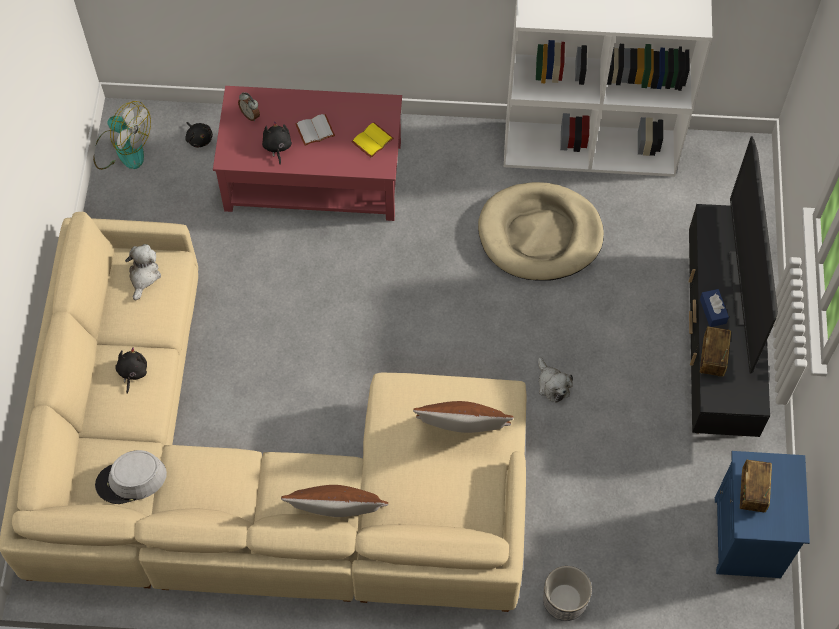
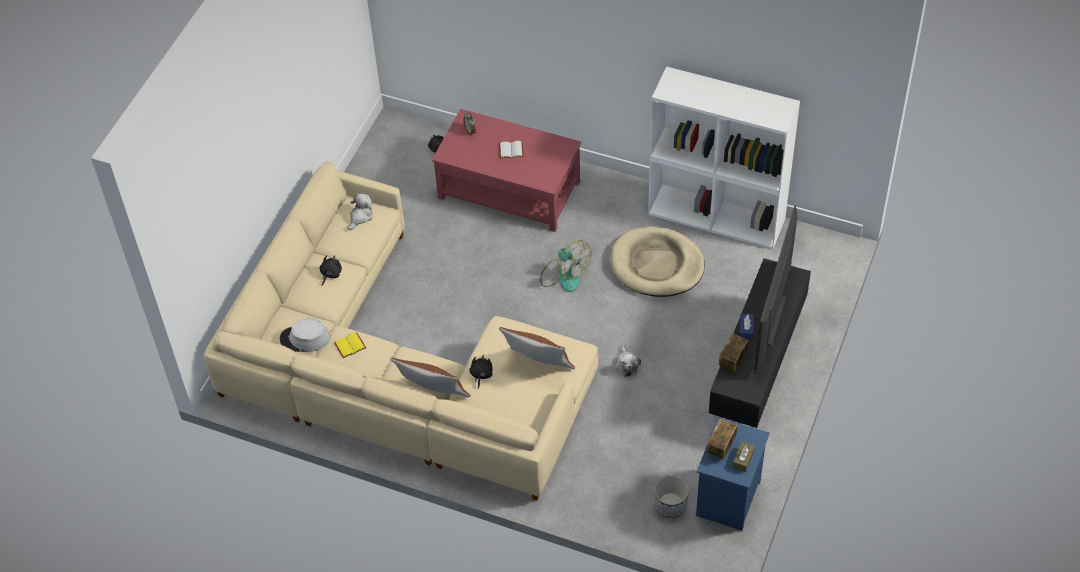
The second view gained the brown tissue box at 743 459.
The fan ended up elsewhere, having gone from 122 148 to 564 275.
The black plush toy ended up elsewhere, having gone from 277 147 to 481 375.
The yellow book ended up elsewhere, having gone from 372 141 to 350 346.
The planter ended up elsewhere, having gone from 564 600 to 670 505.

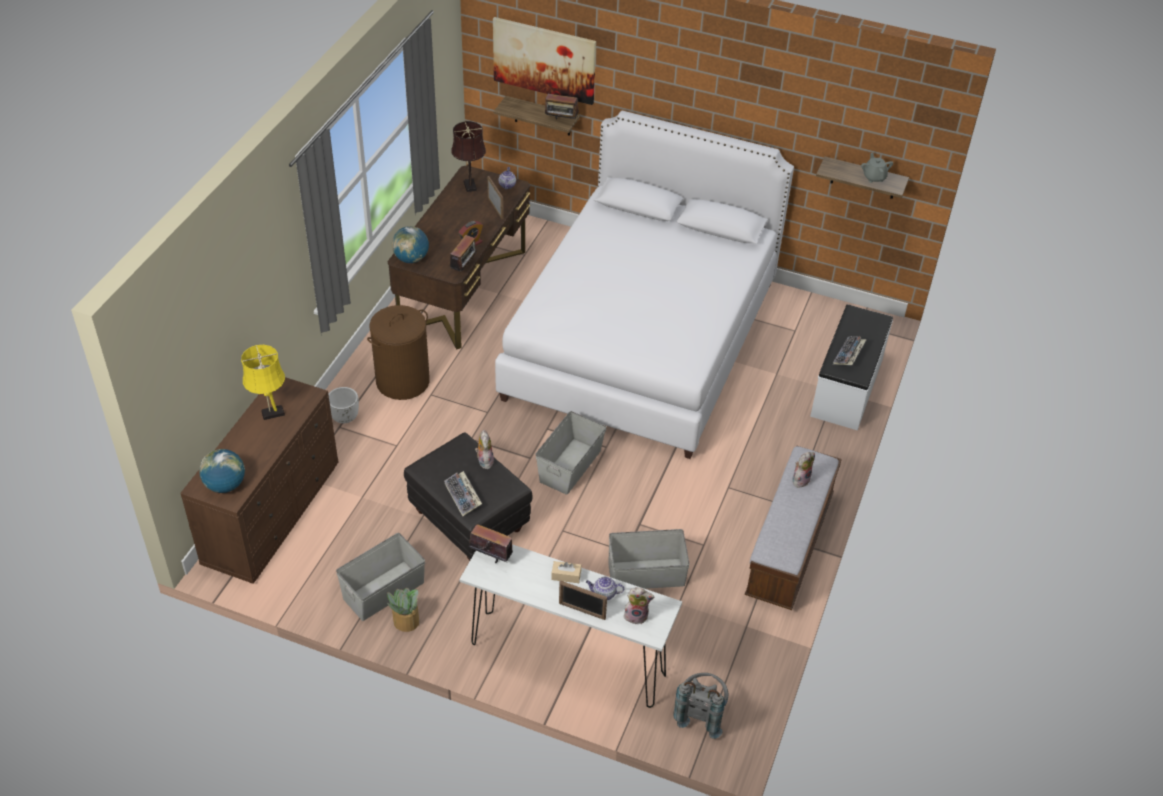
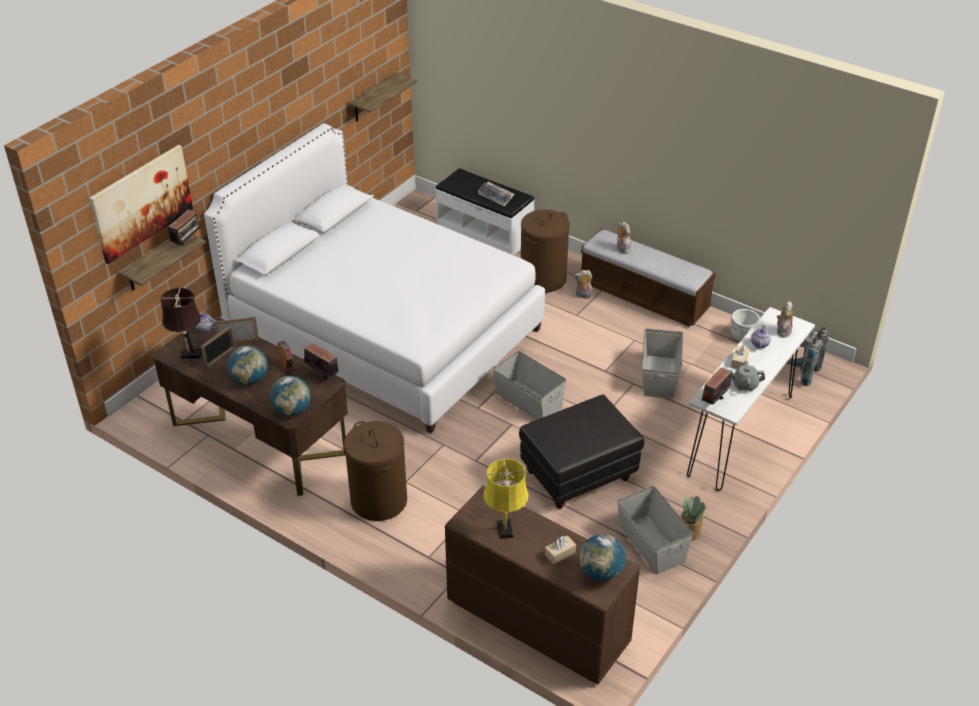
The second view lost the keyboard at 463 496.
The second view gained the globe at 250 379.
The second view gained the brown laundry basket at 543 279.
The second view gained the beige tissue box at 560 553.
The white planter ended up elsewhere, having gone from 344 417 to 742 337.
The plush toy ended up elsewhere, having gone from 484 461 to 583 296.
The picture frame ended up elsewhere, having gone from 582 611 to 220 358.
The grey teapot ended up elsewhere, having gone from 874 177 to 744 385.

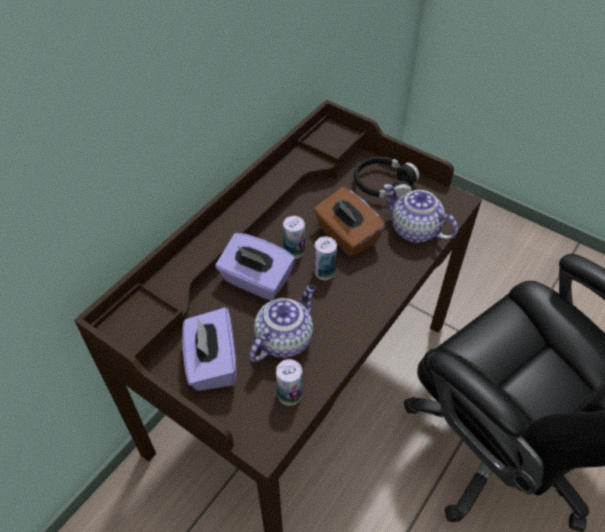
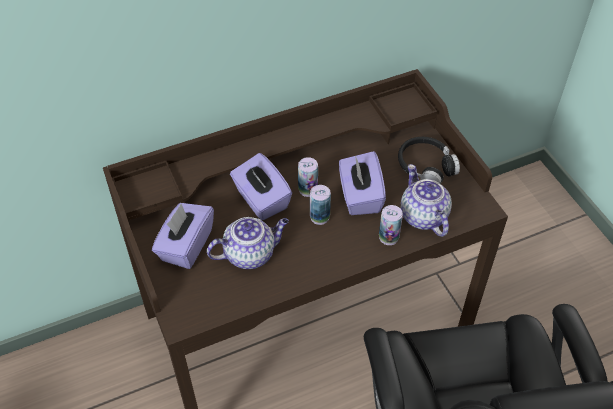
The can ended up elsewhere, having gone from 289 394 to 388 237.
What was the brown tissue box at 346 236 turned into the purple tissue box at 360 196.

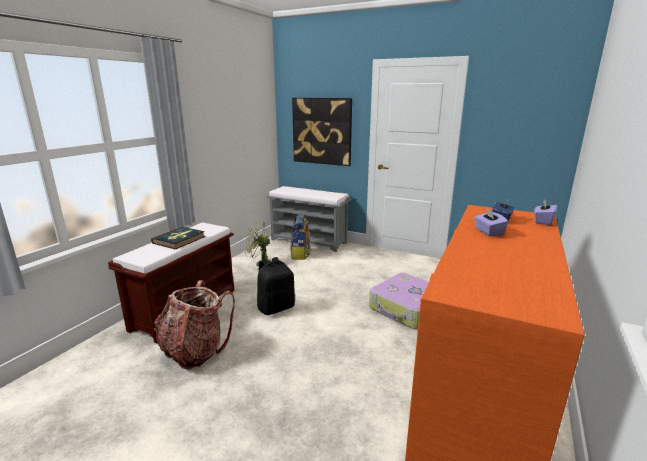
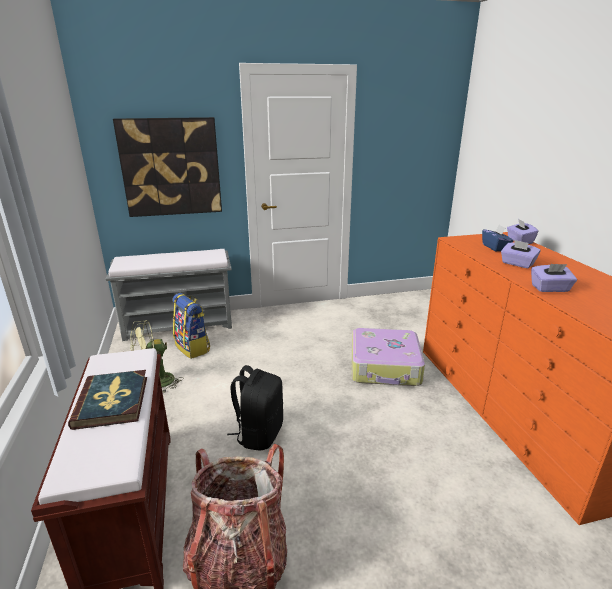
The second view gained the purple tissue box at 550 289.

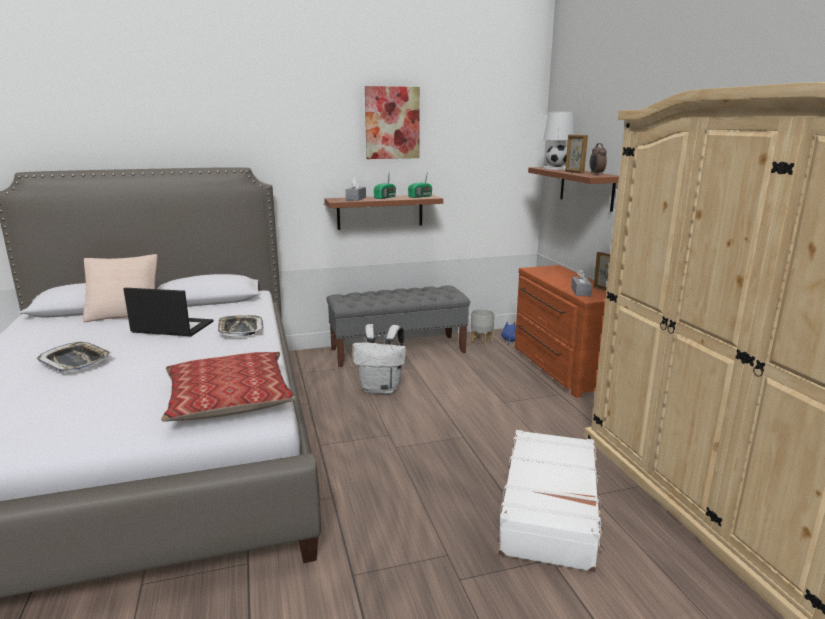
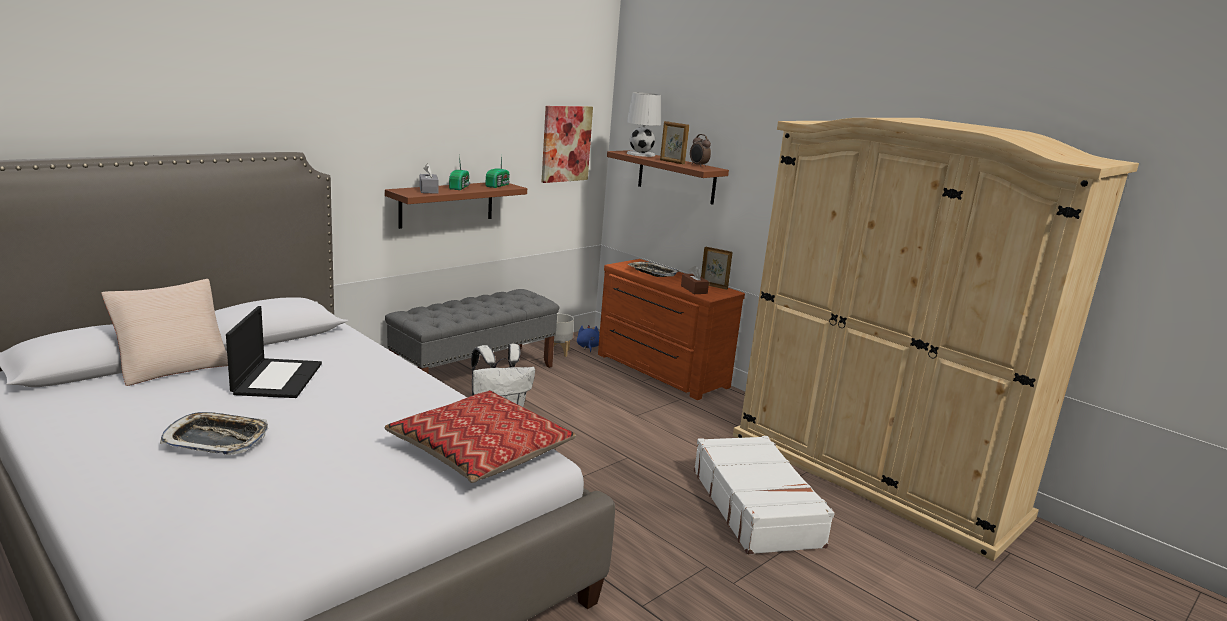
The tray ended up elsewhere, having gone from 240 330 to 652 273.
The picture ended up elsewhere, having gone from 392 123 to 566 143.
What was the grey tissue box at 580 292 turned into the brown tissue box at 694 289.
The laptop at 171 327 ended up facing another way, 105 degrees clockwise from before.

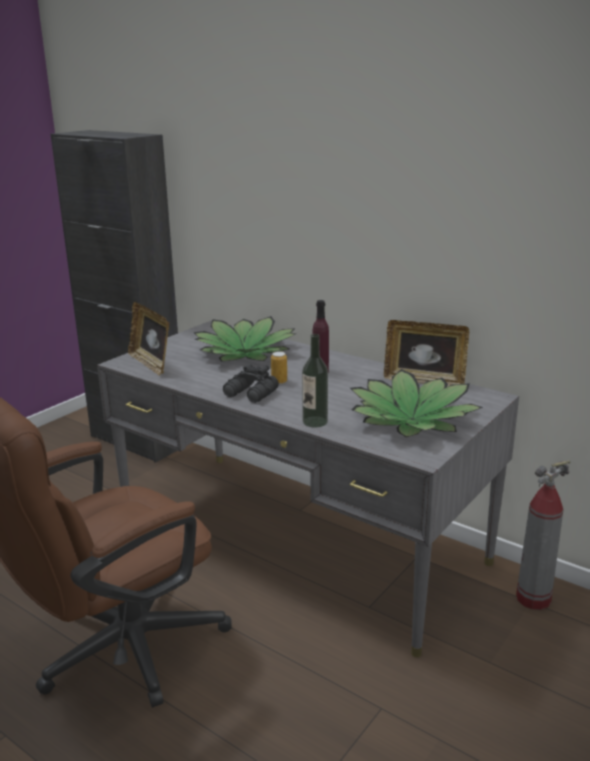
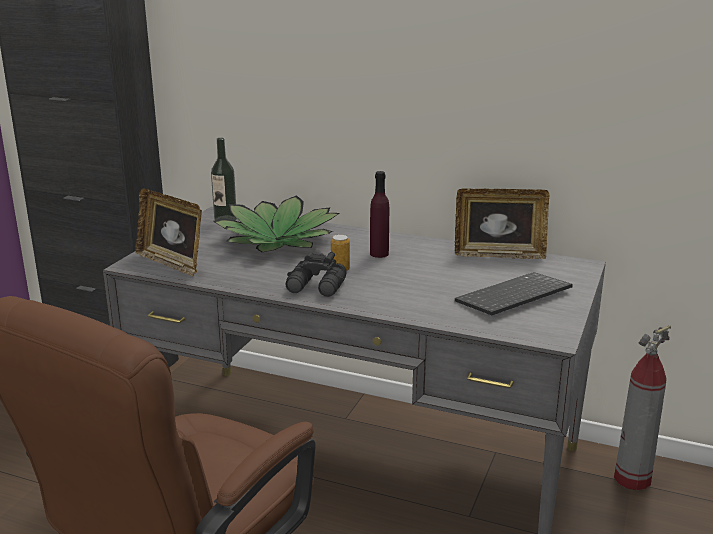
The bottle ended up elsewhere, having gone from 315 422 to 225 219.
Where the potted plant stood at 412 419, the keyboard came to stand at 514 297.

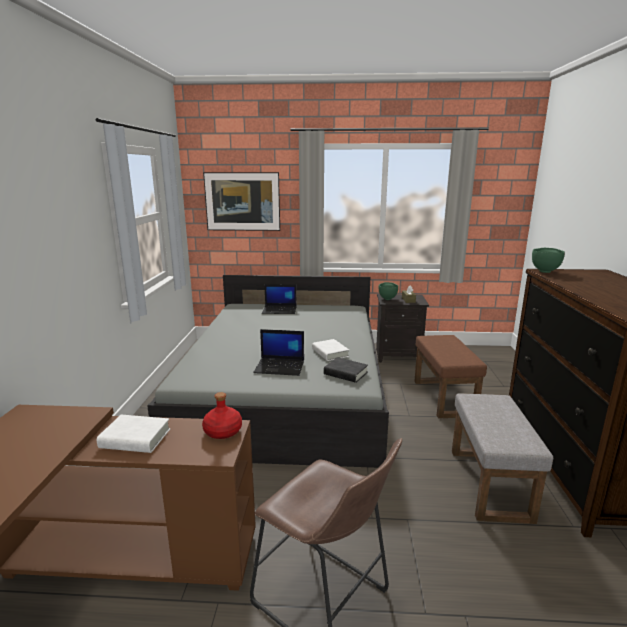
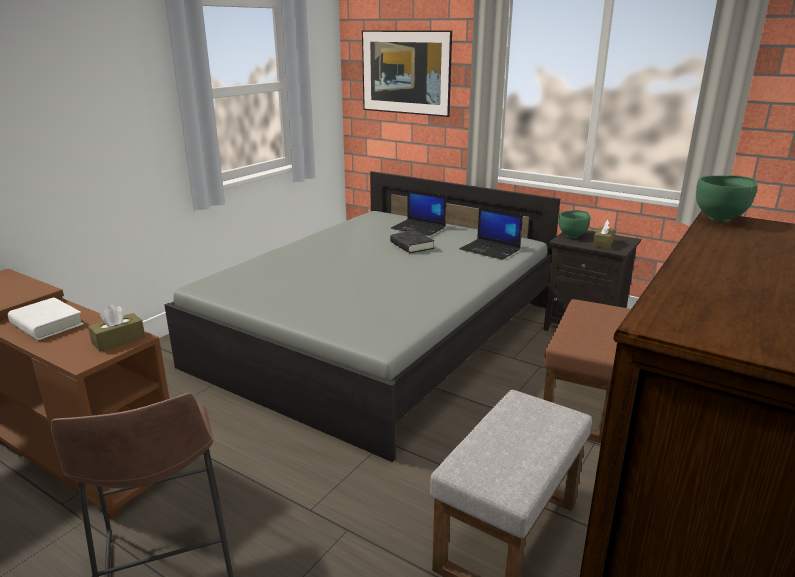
The second view lost the white book at 330 353.
The laptop ended up elsewhere, having gone from 280 367 to 491 250.
The black book ended up elsewhere, having gone from 345 373 to 411 245.
Where the red bottle stood at 223 431, the brown tissue box came to stand at 118 340.

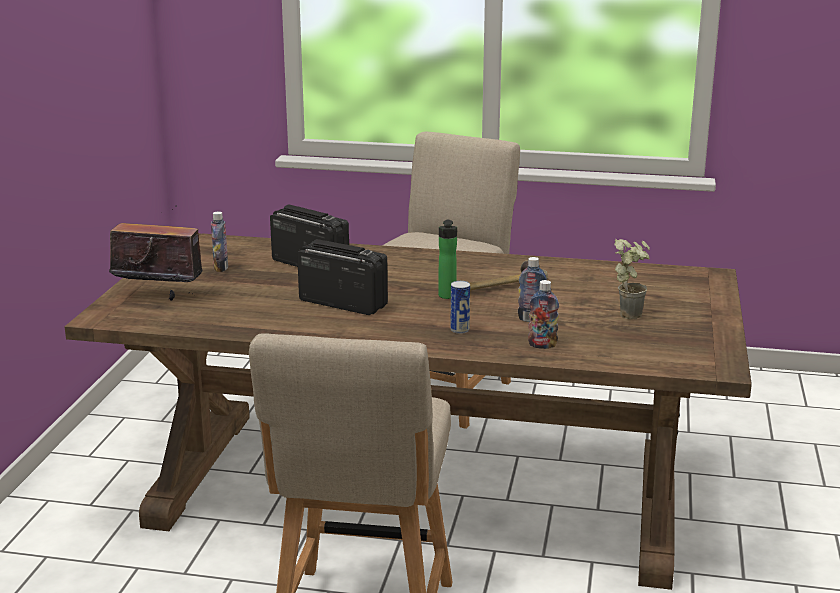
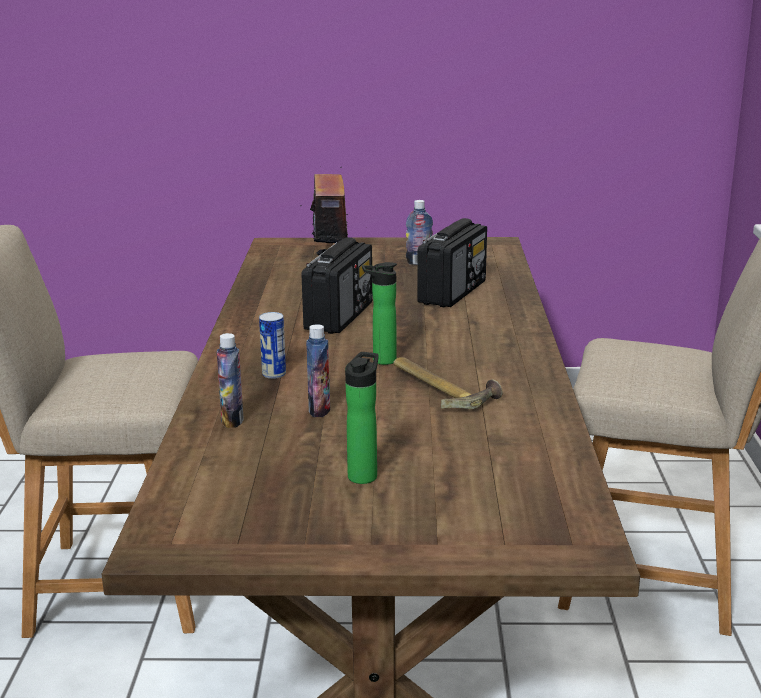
Where the potted plant stood at 630 313, the bottle came to stand at 364 475.

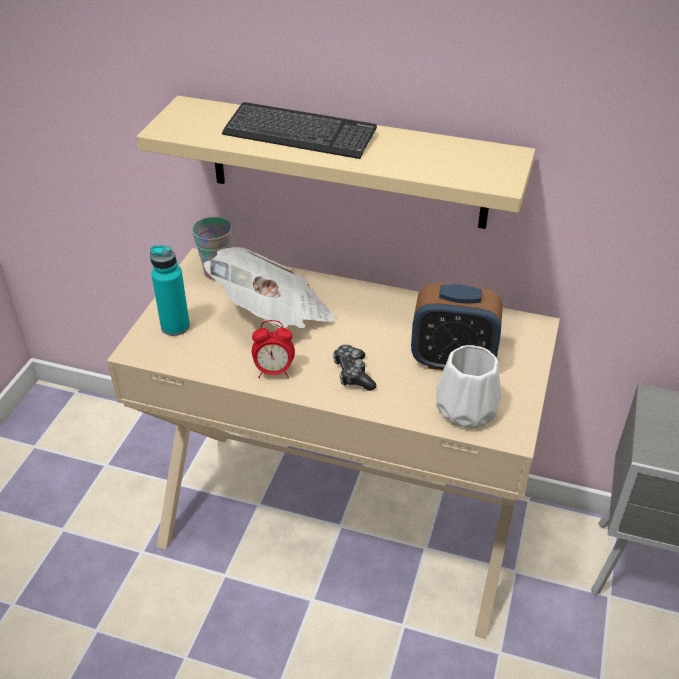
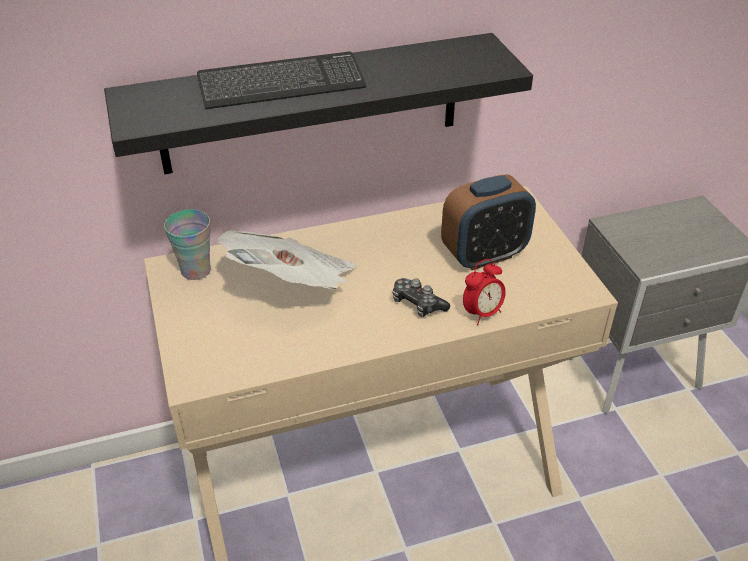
The second view lost the turquoise bottle at 175 327.
The second view lost the white vase at 468 411.
The alarm clock ended up elsewhere, having gone from 274 371 to 482 313.
What was the beige shelf at 347 163 turned into the black shelf at 311 104.

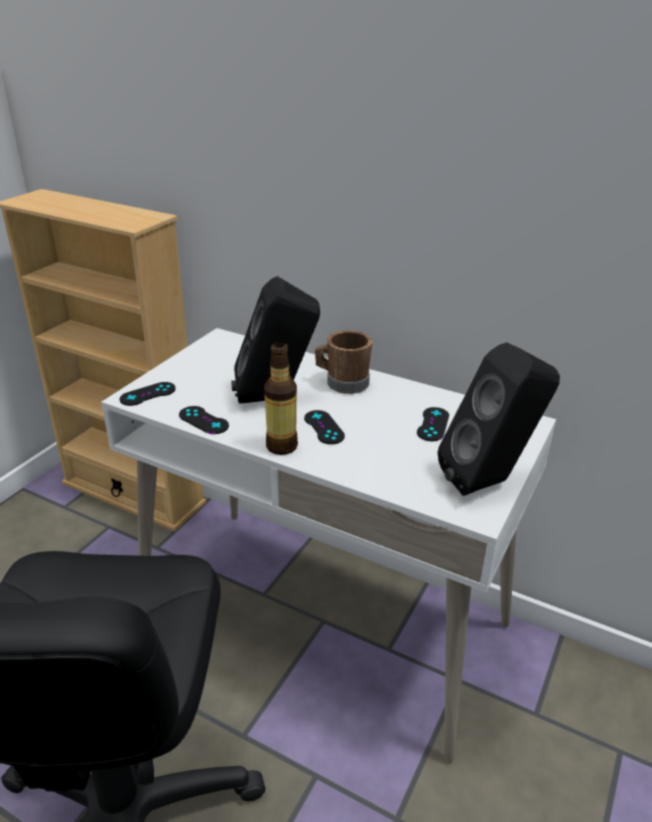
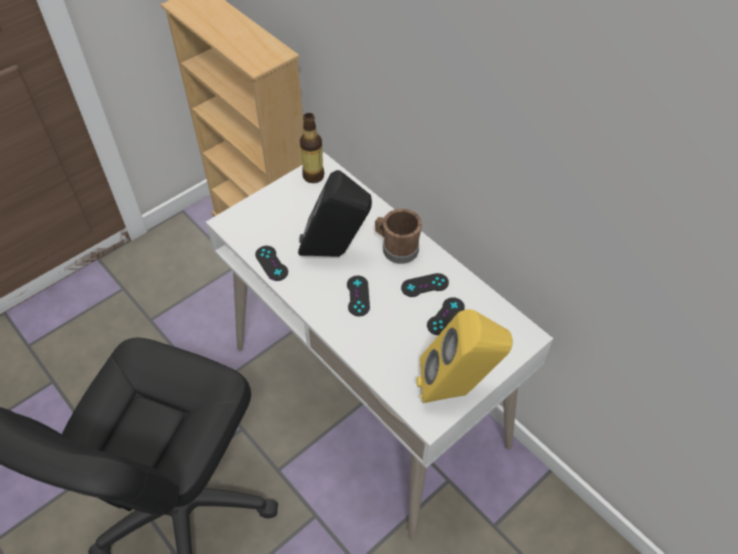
The black game controller ended up elsewhere, having gone from 148 394 to 424 285.
The bottle ended up elsewhere, having gone from 281 446 to 313 176.
What was the black speaker at 490 481 turned into the yellow speaker at 457 390.

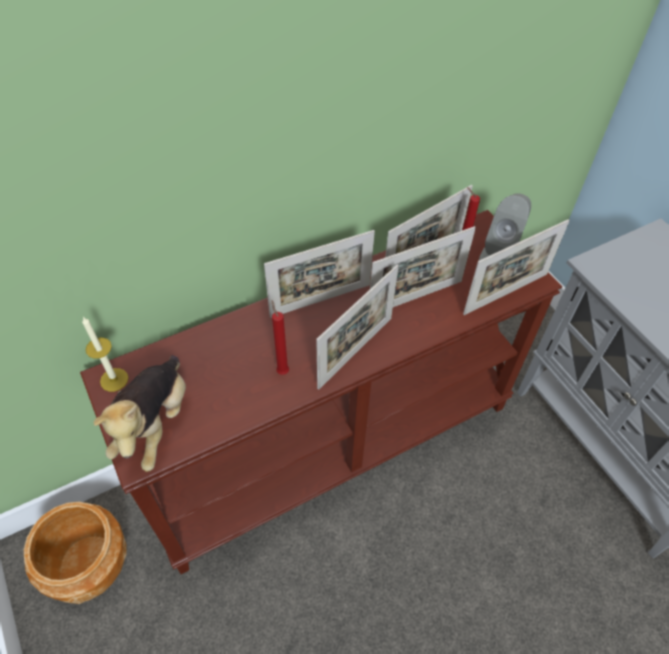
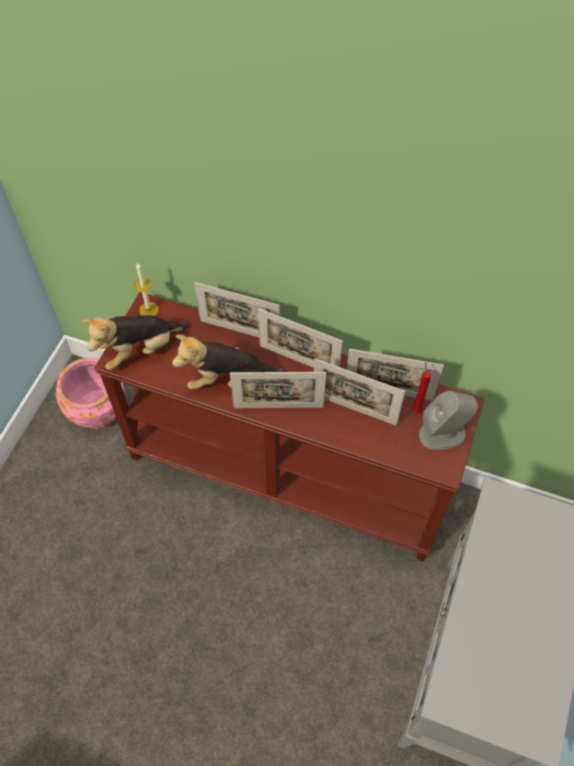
The picture frame ended up elsewhere, having gone from 505 294 to 239 331.
Where the red candle stood at 282 370, the plush toy came to stand at 229 380.
What was the brown planter at 90 565 turned into the pink planter at 98 409.

